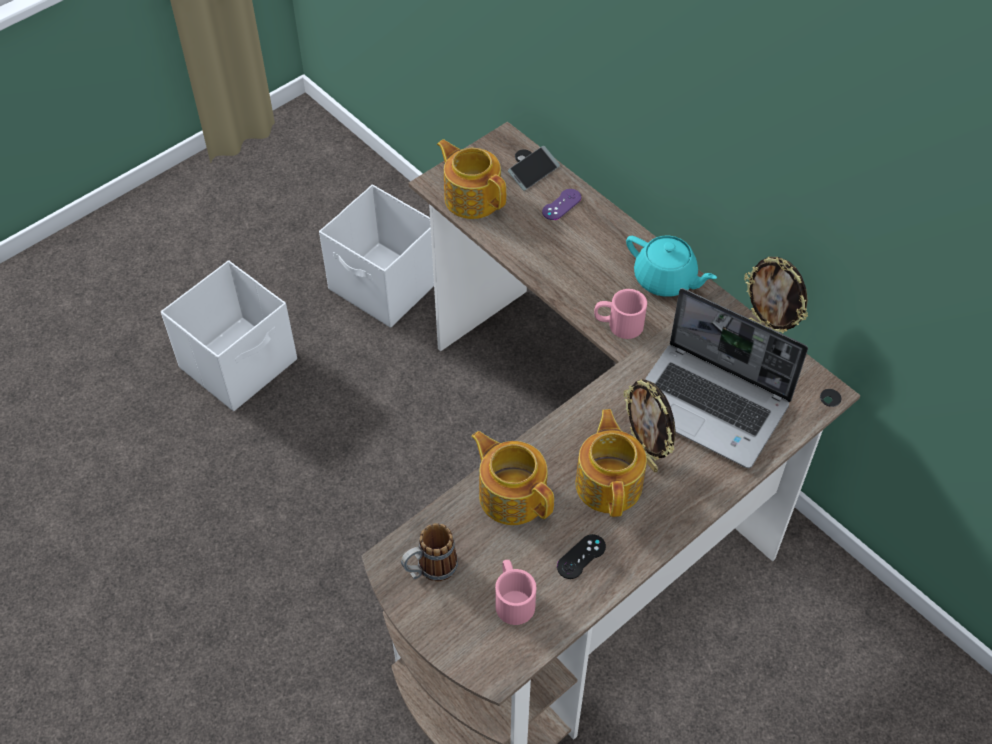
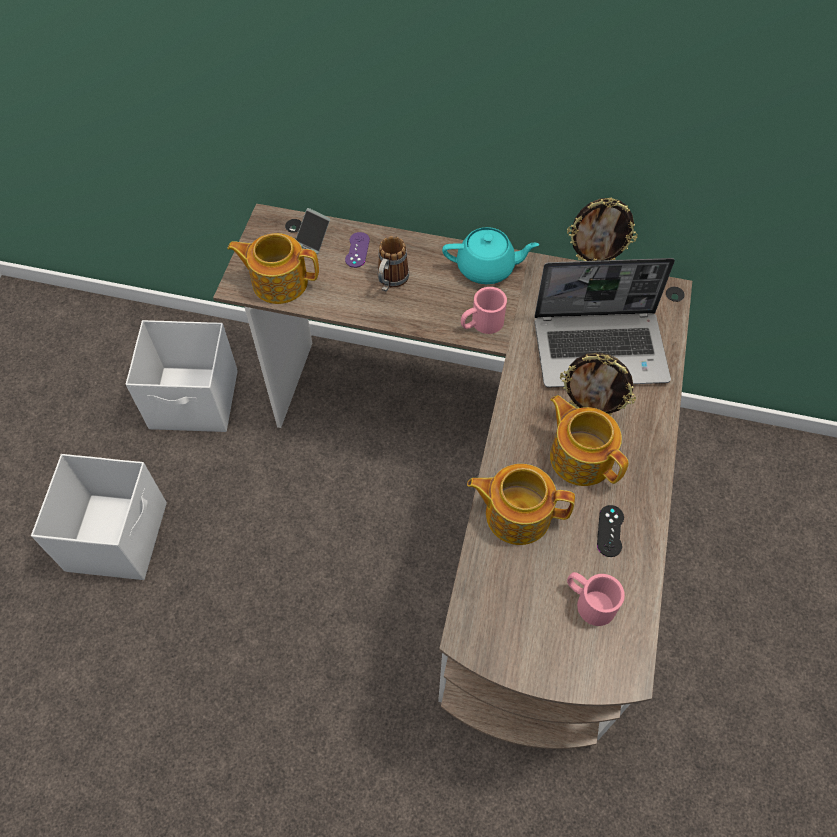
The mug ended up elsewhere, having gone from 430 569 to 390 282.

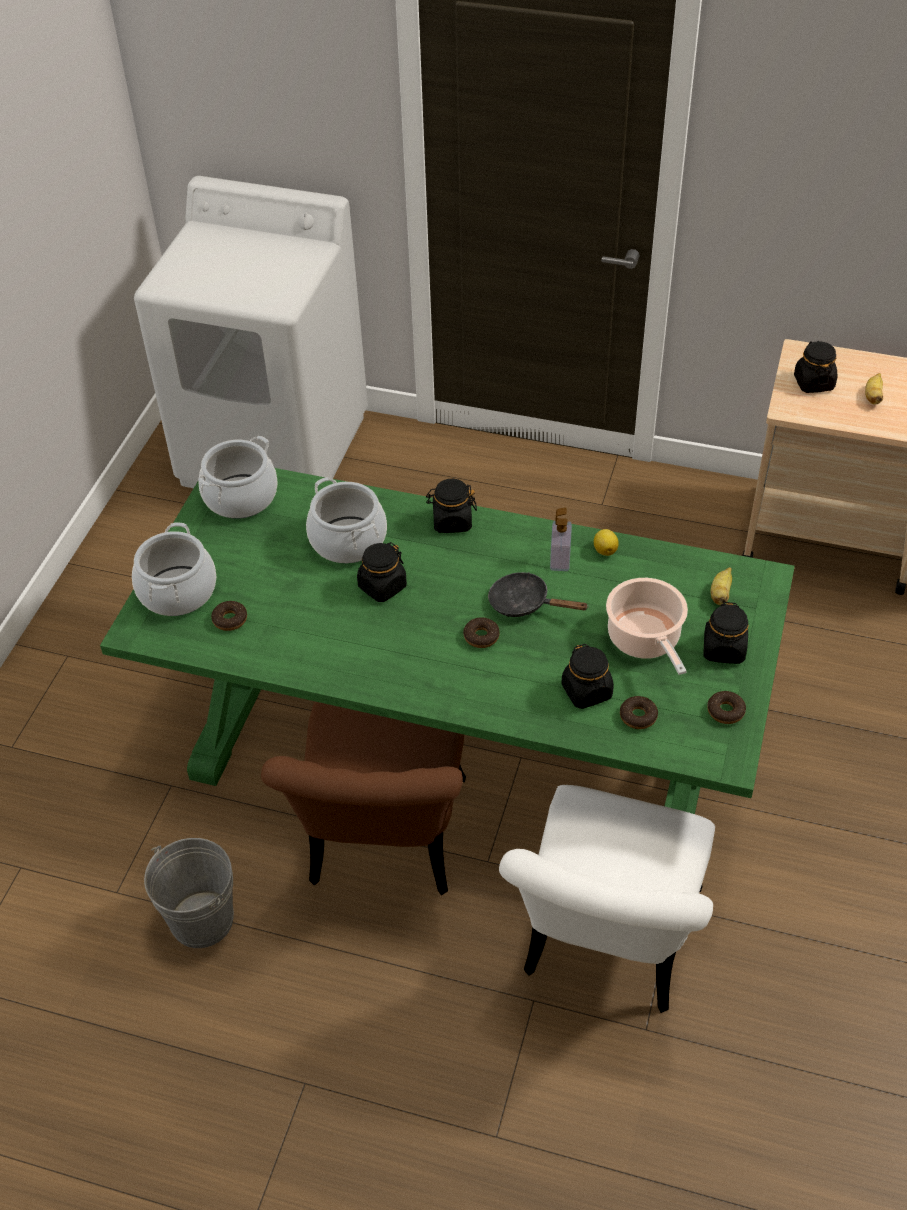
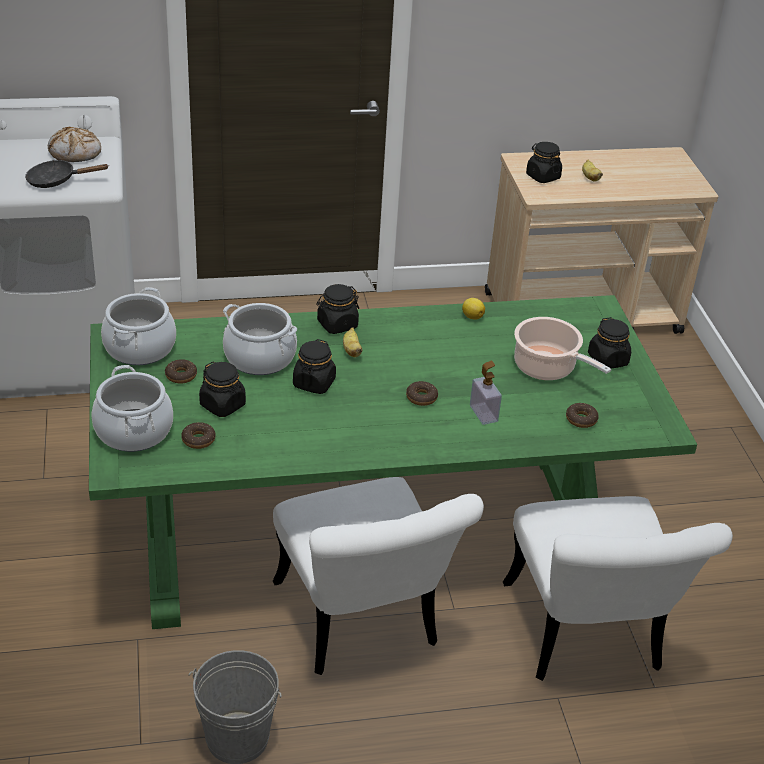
The second view gained the bread at 75 153.
The black frying pan ended up elsewhere, having gone from 525 603 to 56 181.
The soap dispenser ended up elsewhere, having gone from 560 558 to 483 413.
The black jar ended up elsewhere, having gone from 587 691 to 223 405.
The donut ended up elsewhere, having gone from 725 711 to 181 375.
The banana ended up elsewhere, having gone from 720 594 to 351 351.
What was the brown chair at 384 847 turned into the white chair at 362 626.

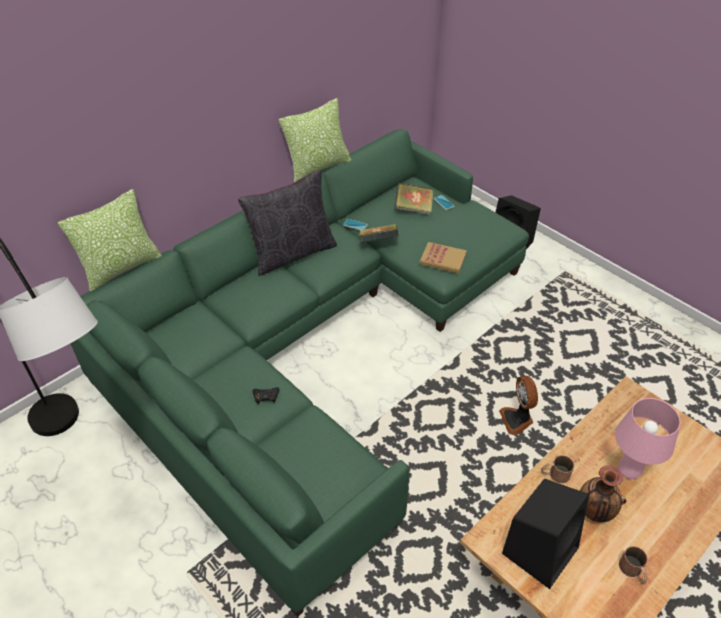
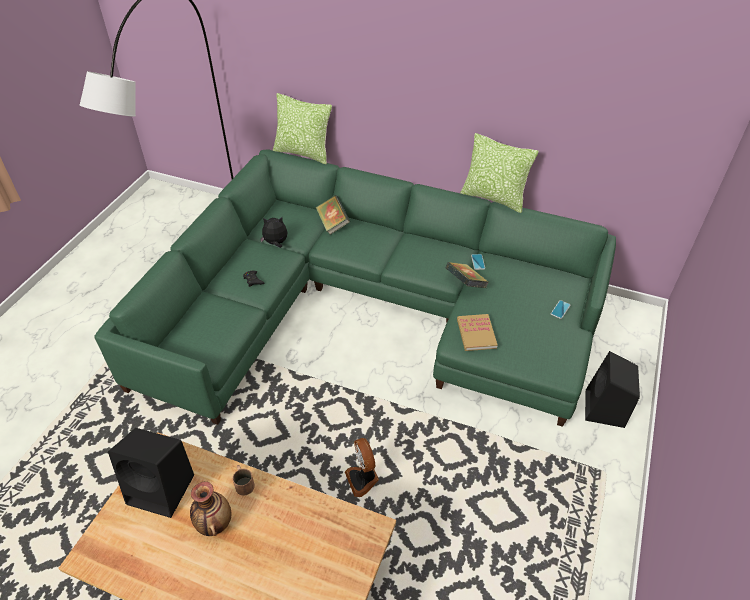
The second view lost the black pillow at 292 253.
The second view lost the pink table lamp at 629 470.
The second view lost the brown mug at 633 571.
The second view gained the plush toy at 276 243.
The book ended up elsewhere, having gone from 413 208 to 333 224.
The fan at 517 420 ended up facing another way, 75 degrees counterclockwise from before.

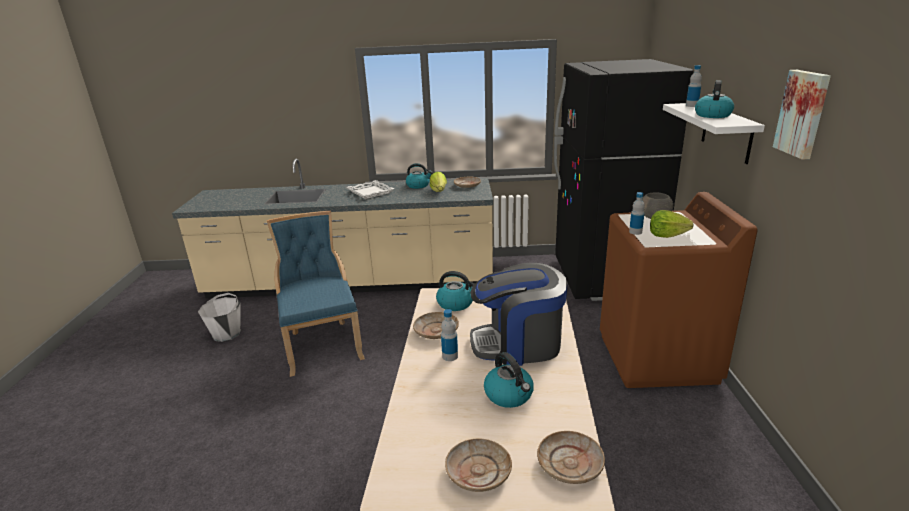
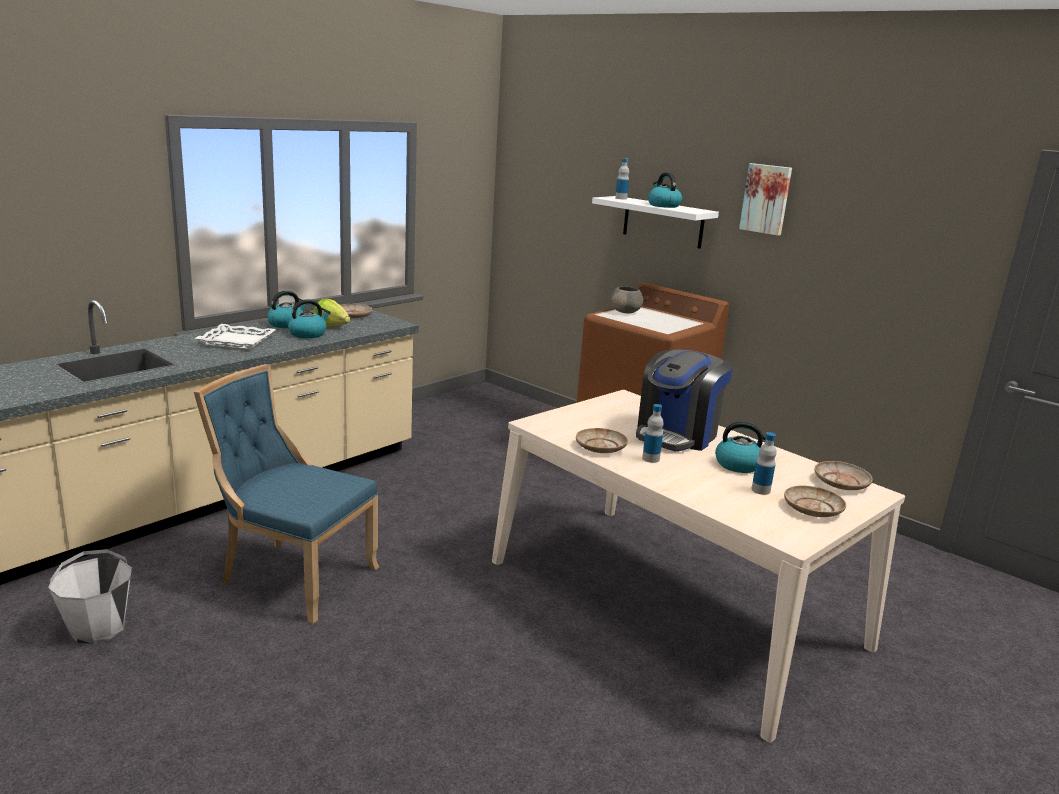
The second view lost the black fridge at 603 278.
The second view lost the lettuce at 667 235.
The kettle ended up elsewhere, having gone from 456 303 to 308 334.
The bottle ended up elsewhere, having gone from 635 232 to 760 490.

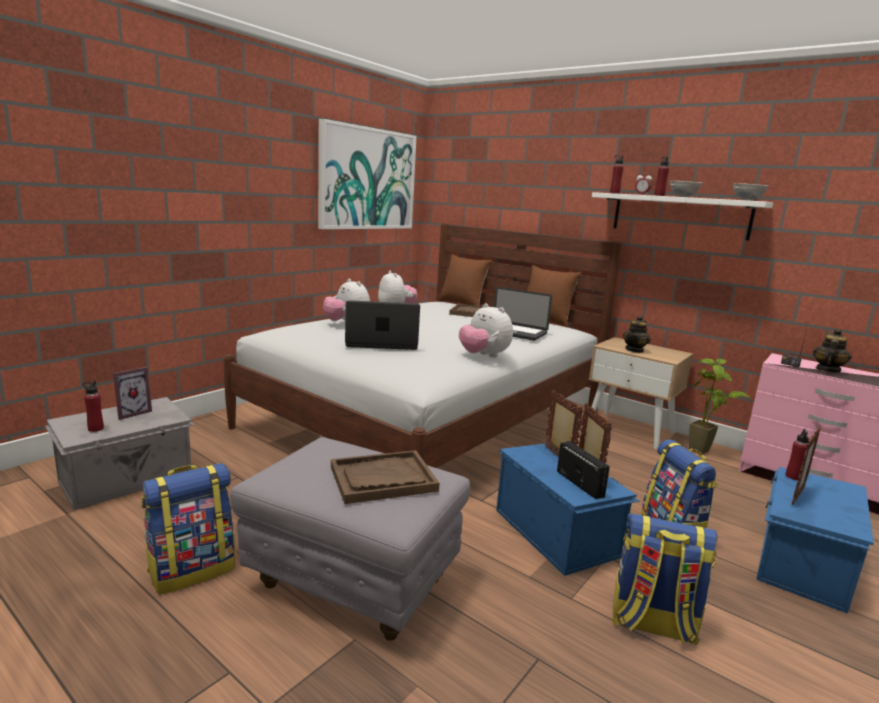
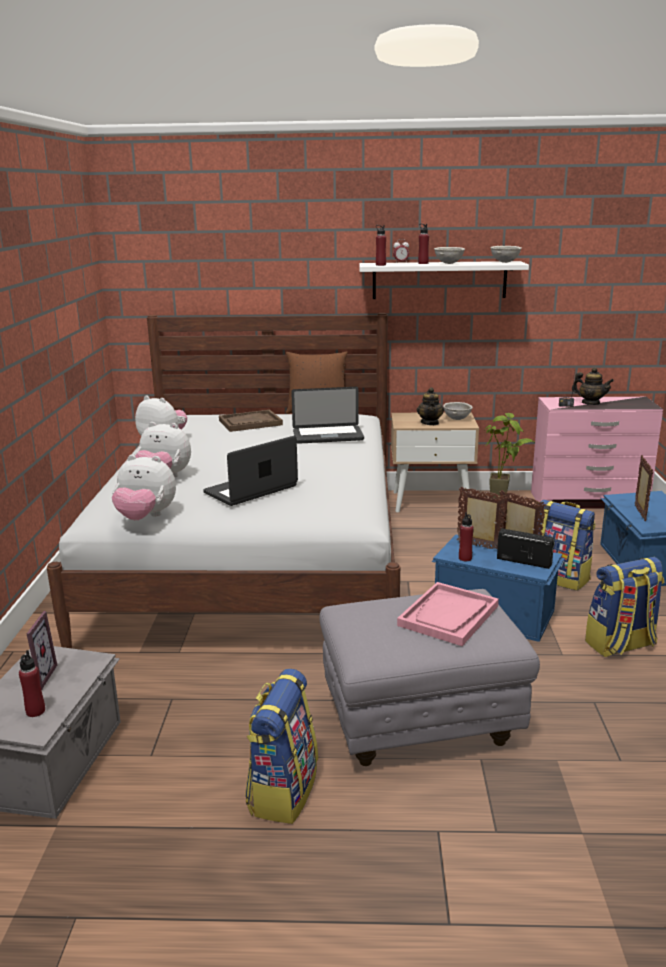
The second view lost the picture at 368 179.
The second view lost the brown pillow at 462 303.
The second view gained the grey bowl at 457 419.
The plush toy ended up elsewhere, having gone from 483 356 to 146 517.
The red bottle ended up elsewhere, having gone from 793 476 to 465 558.
What was the brown tray at 382 479 turned into the pink tray at 448 616.
The teapot at 827 370 ended up facing another way, 120 degrees clockwise from before.

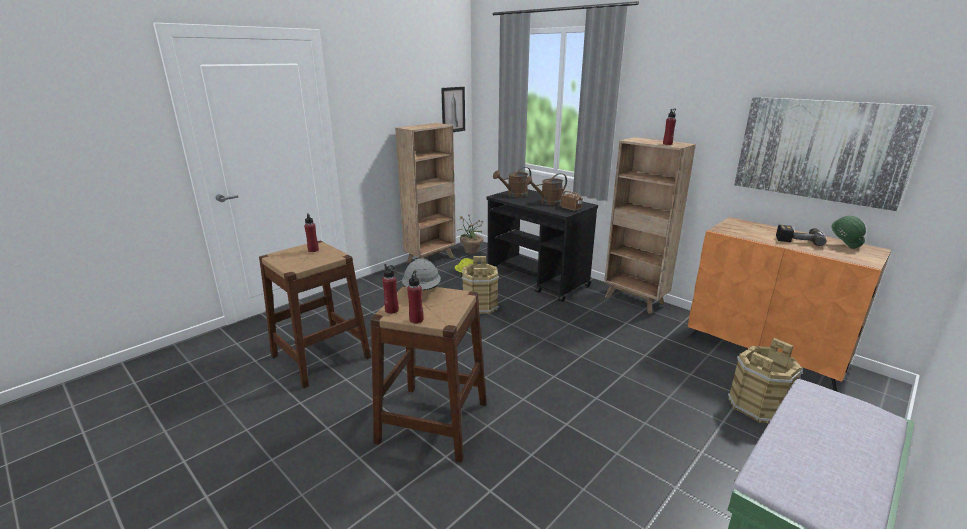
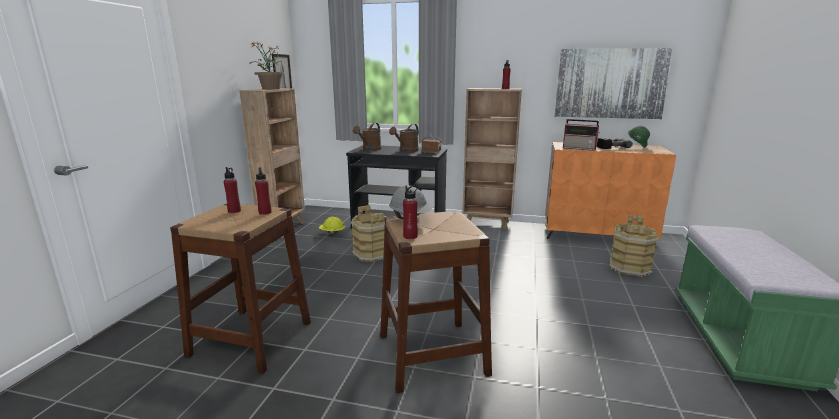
The second view gained the radio at 580 148.
The red bottle ended up elsewhere, having gone from 416 319 to 265 212.
The potted plant ended up elsewhere, having gone from 471 251 to 270 89.

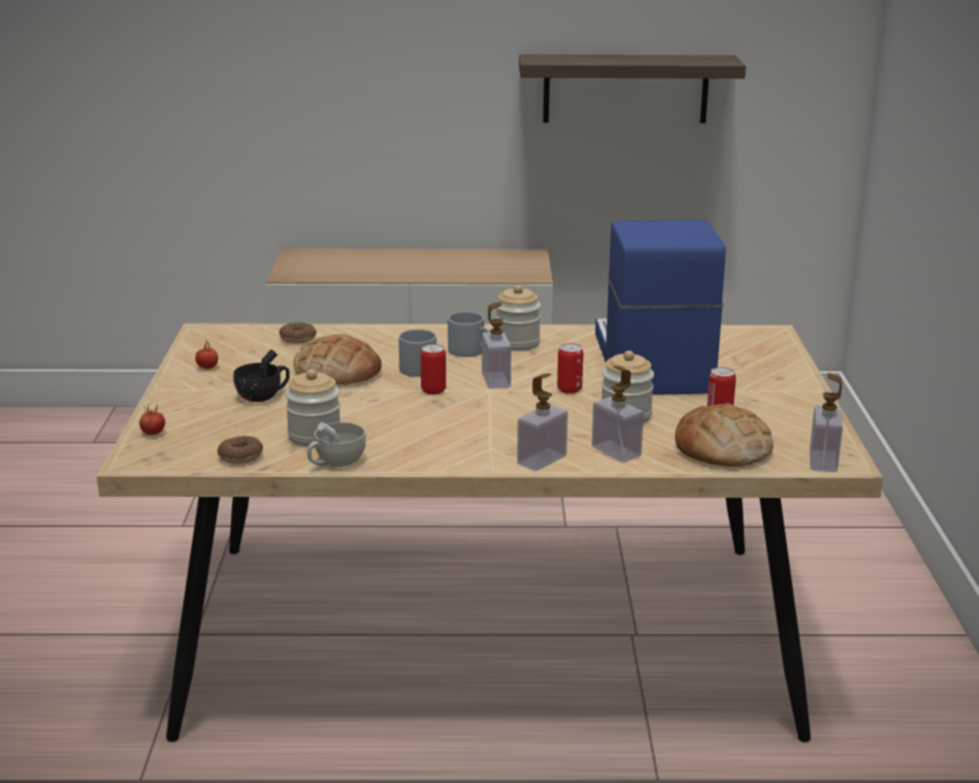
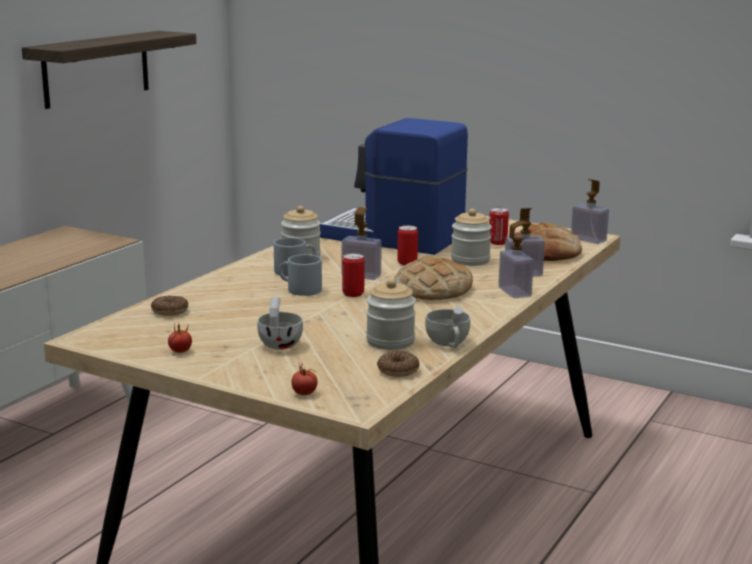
The bread ended up elsewhere, having gone from 338 371 to 432 289.
What was the black cup at 263 396 turned into the white cup at 280 343.

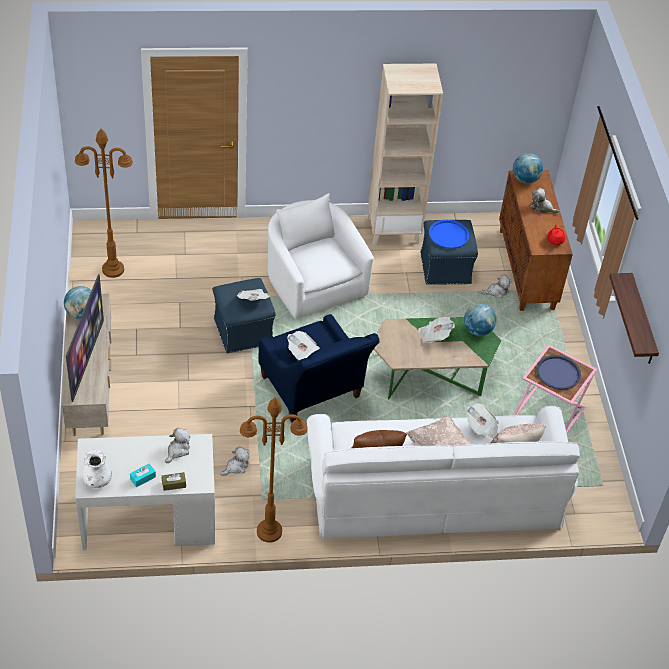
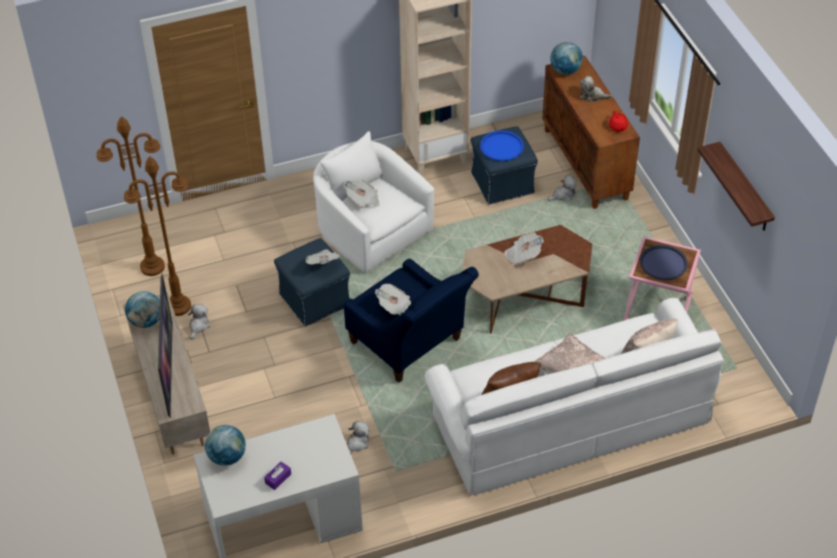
The second view lost the white vase at 97 480.
The second view lost the brown tissue box at 174 484.
The plush toy ended up elsewhere, having gone from 177 450 to 198 326.
The brown floor lamp ended up elsewhere, having gone from 269 532 to 178 306.
The globe ended up elsewhere, having gone from 478 330 to 227 457.
The newspaper ended up elsewhere, having gone from 482 428 to 363 199.
What was the turquoise tissue box at 143 478 turned into the purple tissue box at 278 478.
What was the green coffee table at 430 374 turned into the brown coffee table at 525 297.

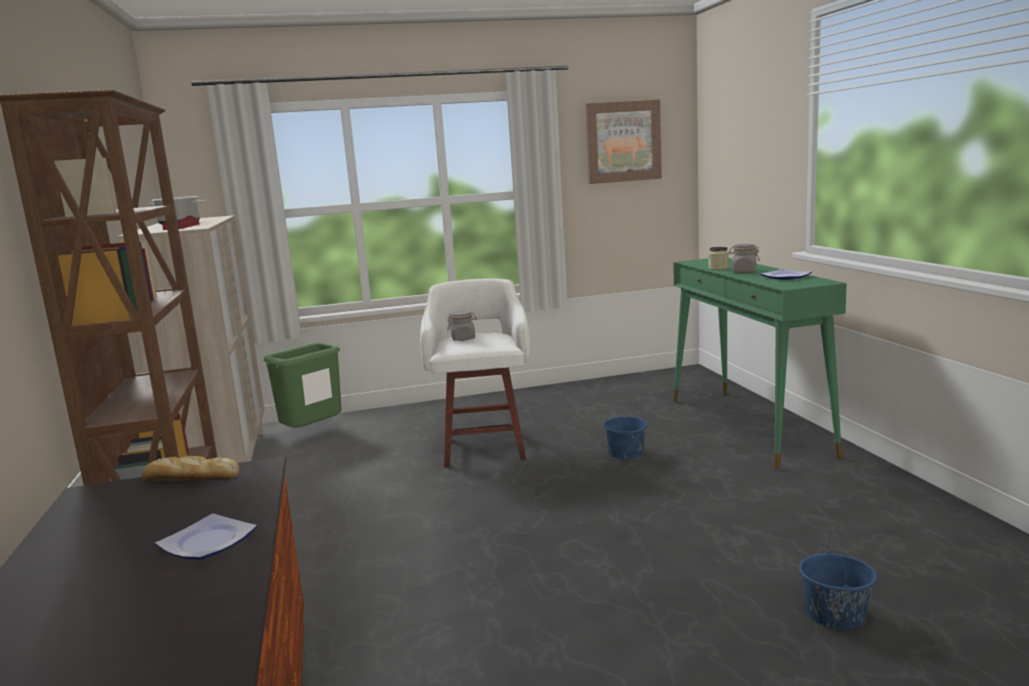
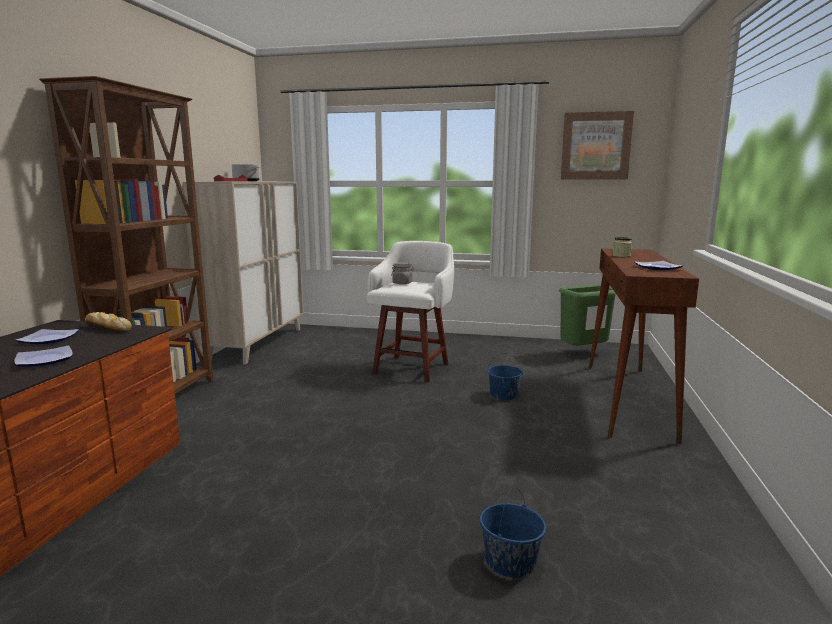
The second view lost the grey jar at 744 271.
The second view gained the plate at 49 339.
The green trash can ended up elsewhere, having gone from 313 434 to 583 353.
What was the green console table at 748 427 turned into the brown console table at 627 399.

